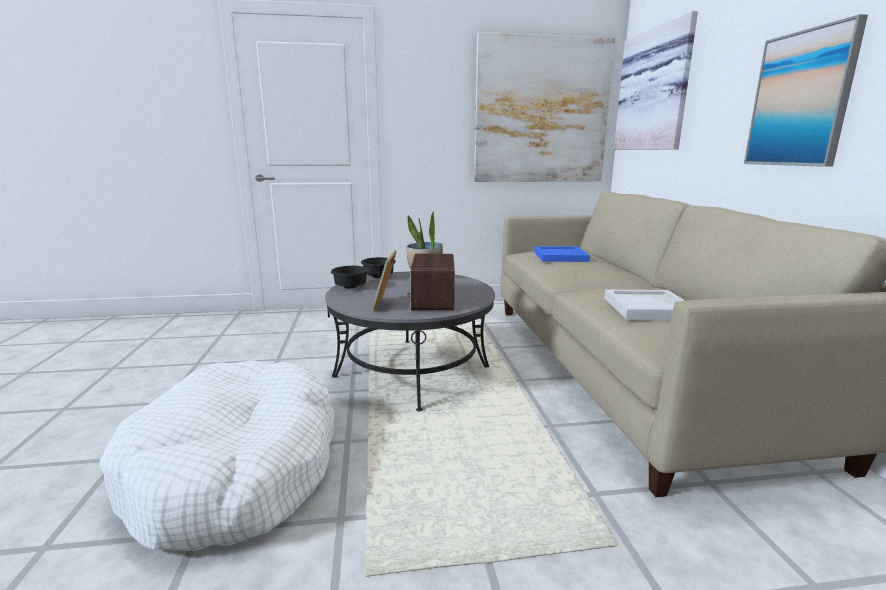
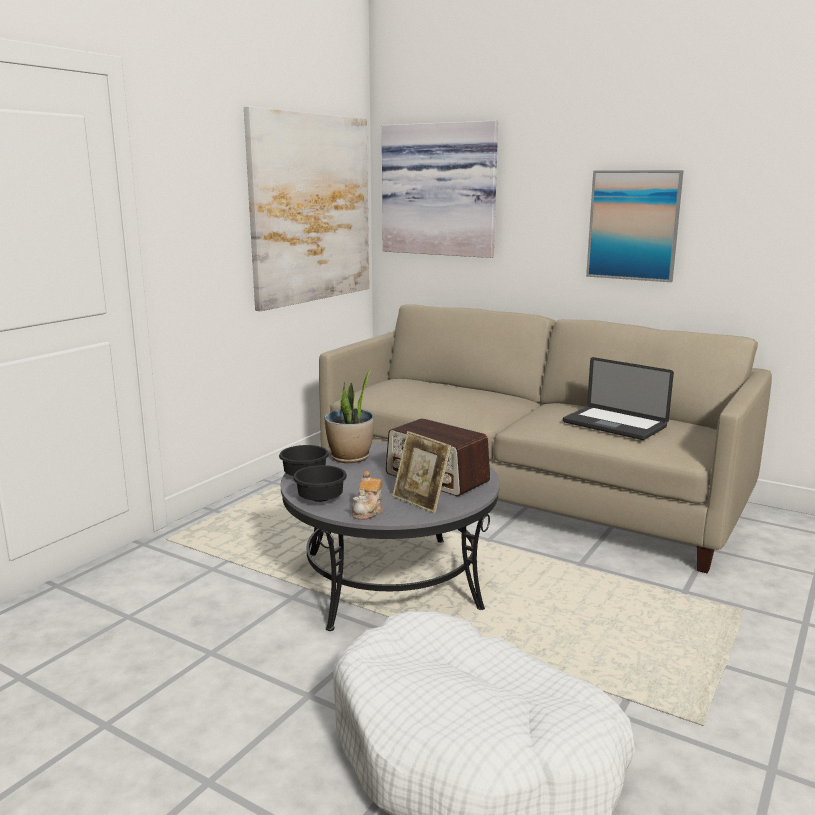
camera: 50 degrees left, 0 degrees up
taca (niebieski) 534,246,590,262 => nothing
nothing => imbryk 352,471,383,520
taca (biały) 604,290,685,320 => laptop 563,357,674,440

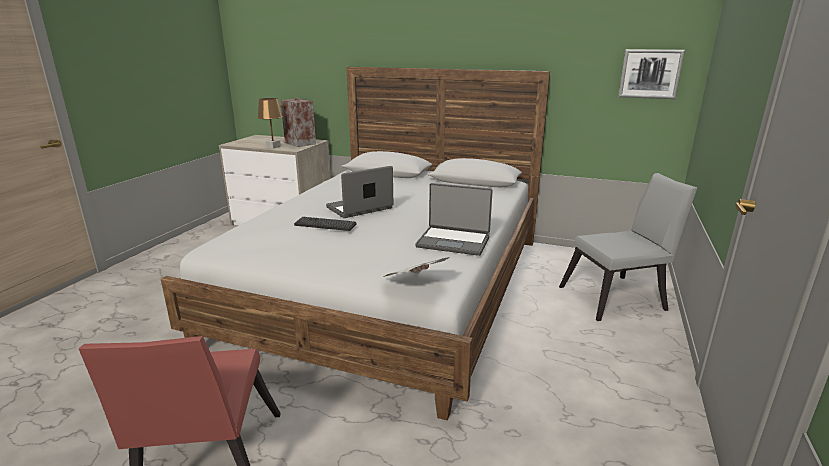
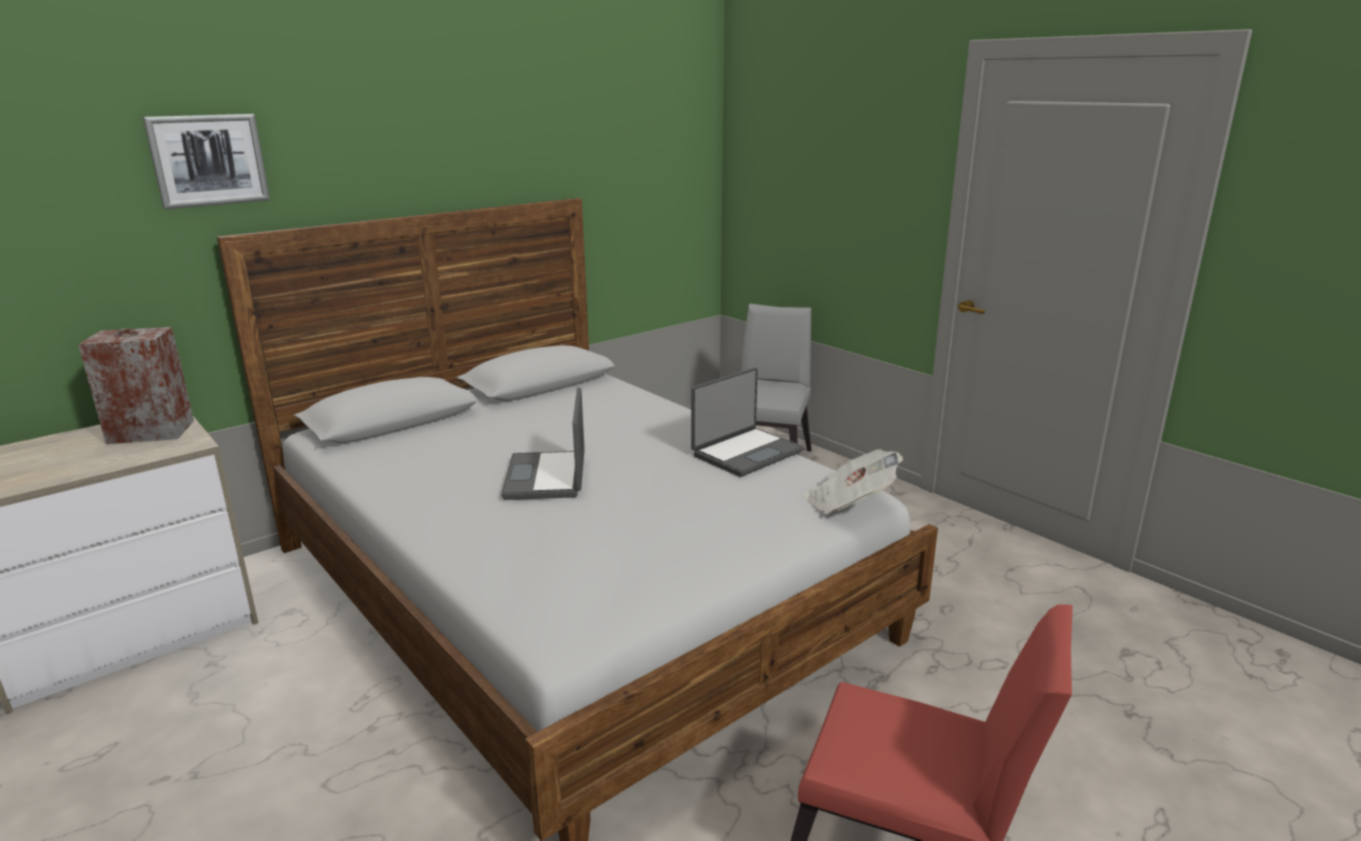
camera: 60 degrees left, 0 degrees up
lampa stołowa (brązowy) 258,98,283,148 => nothing
klawiatura 294,217,357,231 => nothing
obraz 618,49,685,99 => obraz 143,114,270,209, shifted

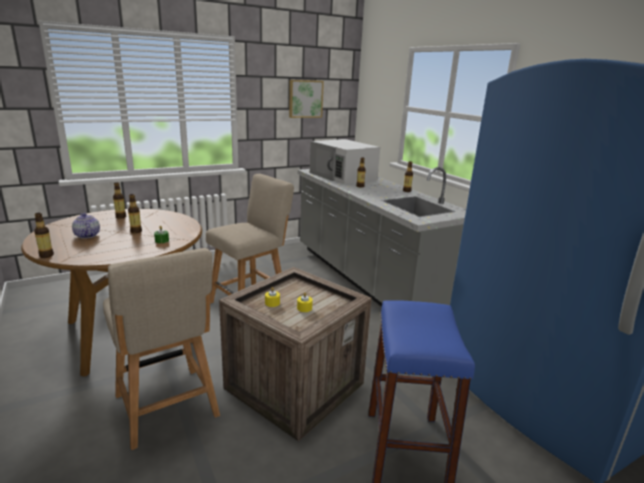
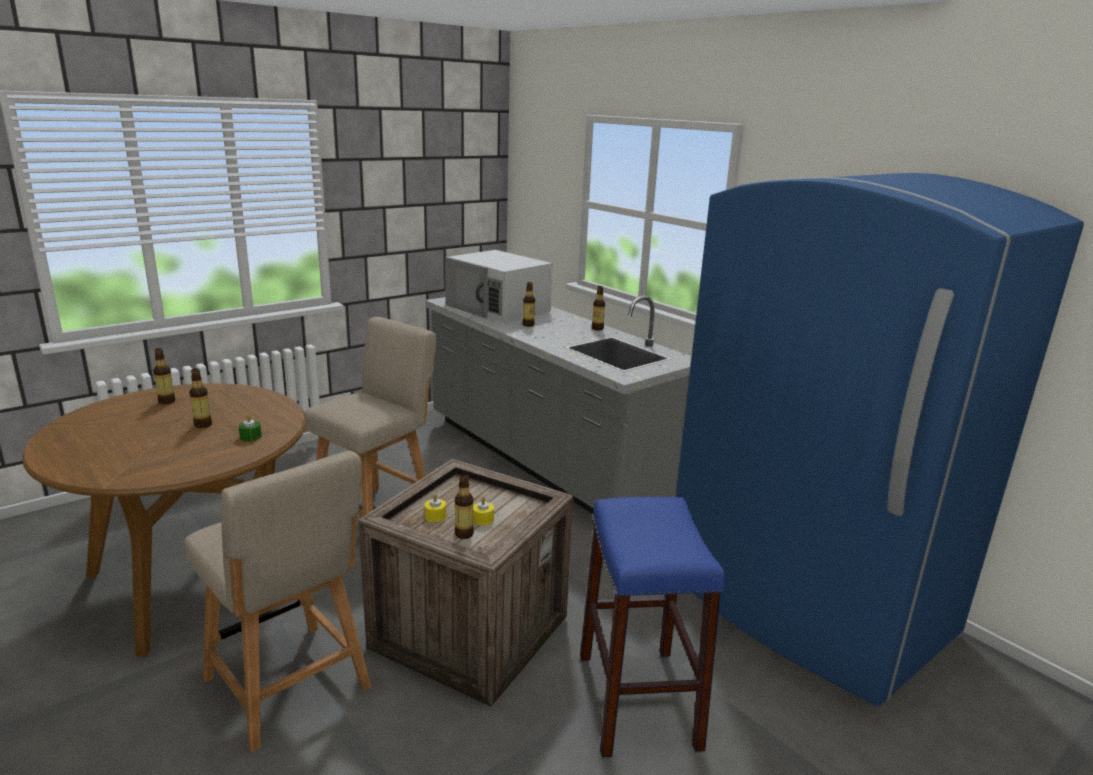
camera: 10 degrees left, 0 degrees up
imbryk 72,213,100,239 => nothing
obraz 289,80,324,118 => nothing
butelka 34,213,54,258 => butelka 455,473,474,539, shifted

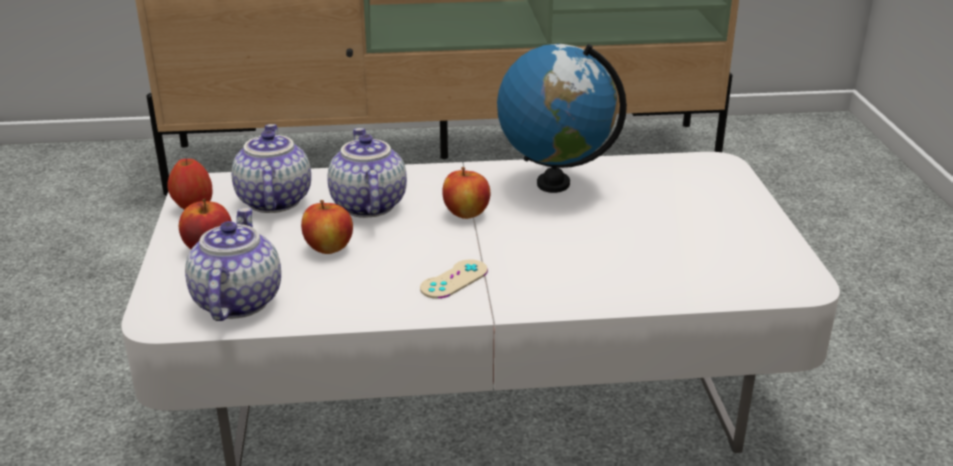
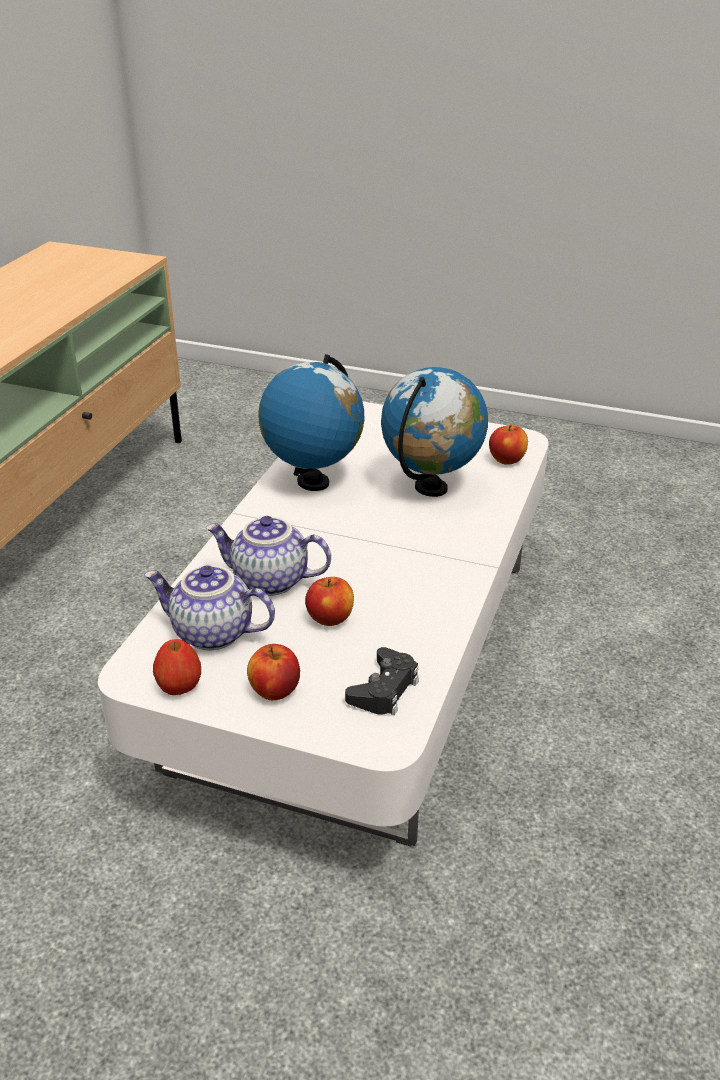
camera: 65 degrees left, 5 degrees up
pad do gier (beżowy) 420,259,488,299 => nothing
nothing => globus 381,367,488,497
jabłko 442,167,490,219 => jabłko 489,424,528,465, shifted
imbryk 185,208,281,321 => pad do gier (czarny) 345,647,419,715

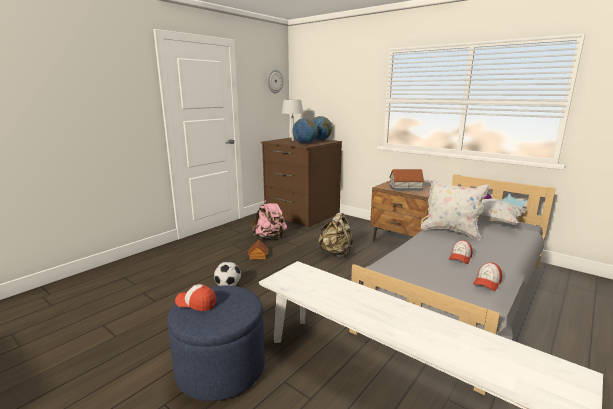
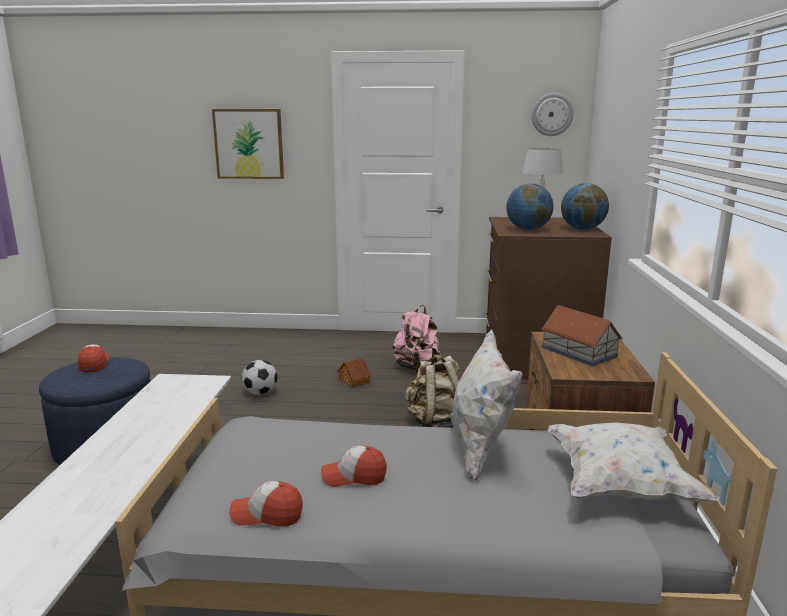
camera: 55 degrees right, 0 degrees up
nothing => obraz 212,109,284,179

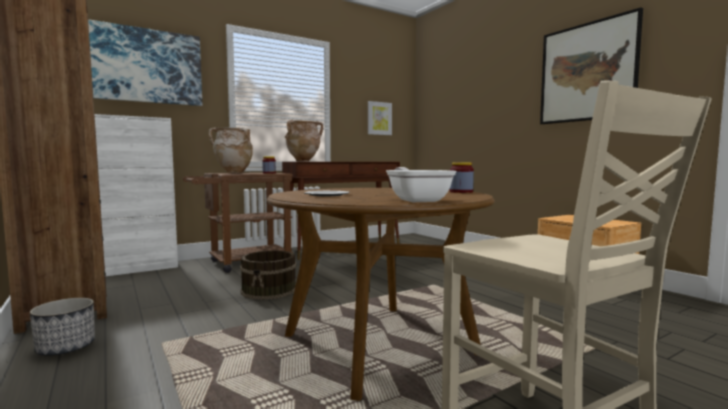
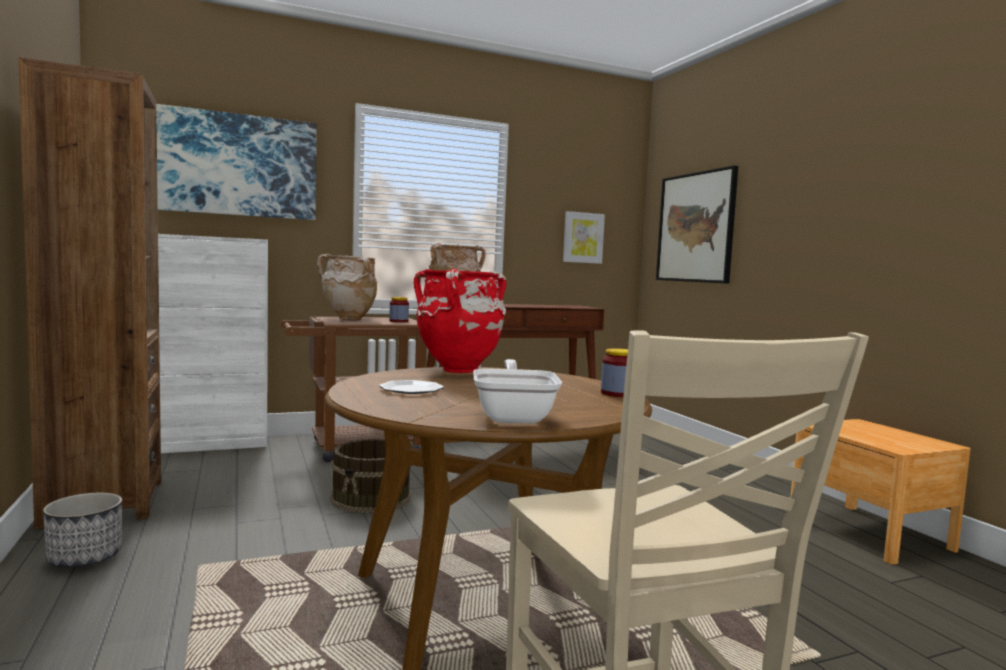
camera: 10 degrees right, 0 degrees up
nothing => wazon (czerwony) 414,268,506,373
obraz 540,7,643,124 => obraz 656,165,738,284, shifted

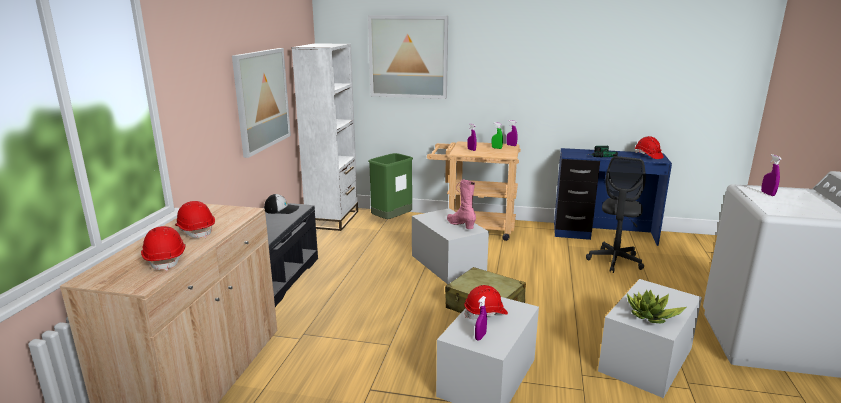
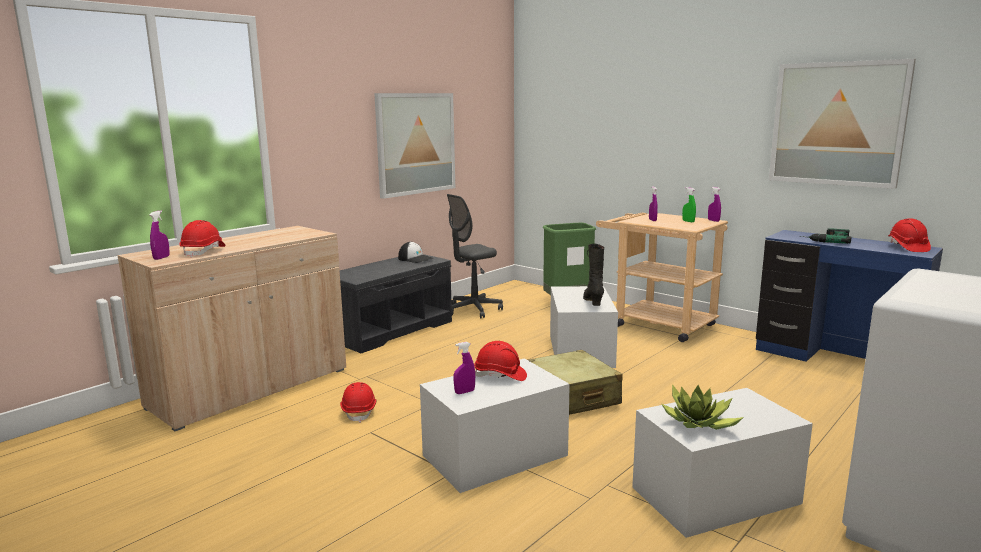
camera: 30 degrees right, 5 degrees down
regał (biały) 292,43,358,231 => nothing
kask (czerwony) 175,201,215,238 => kask (czerwony) 340,382,377,423, shifted
obraz 368,15,448,99 => obraz 769,59,916,189, shifted
krzesło biurowe (szary) 586,156,646,273 => krzesło biurowe (szary) 447,194,503,318, shifted
spryskiwacz (fioletowy) 761,154,781,196 => spryskiwacz (fioletowy) 150,211,170,260, shifted
but z cholewką (różowy) 447,180,476,229 => but z cholewką (czarny) 583,243,604,306

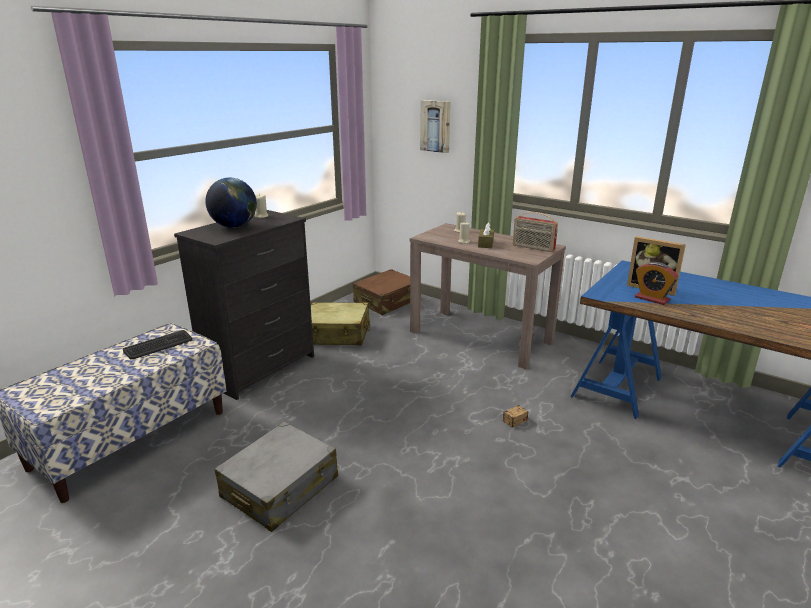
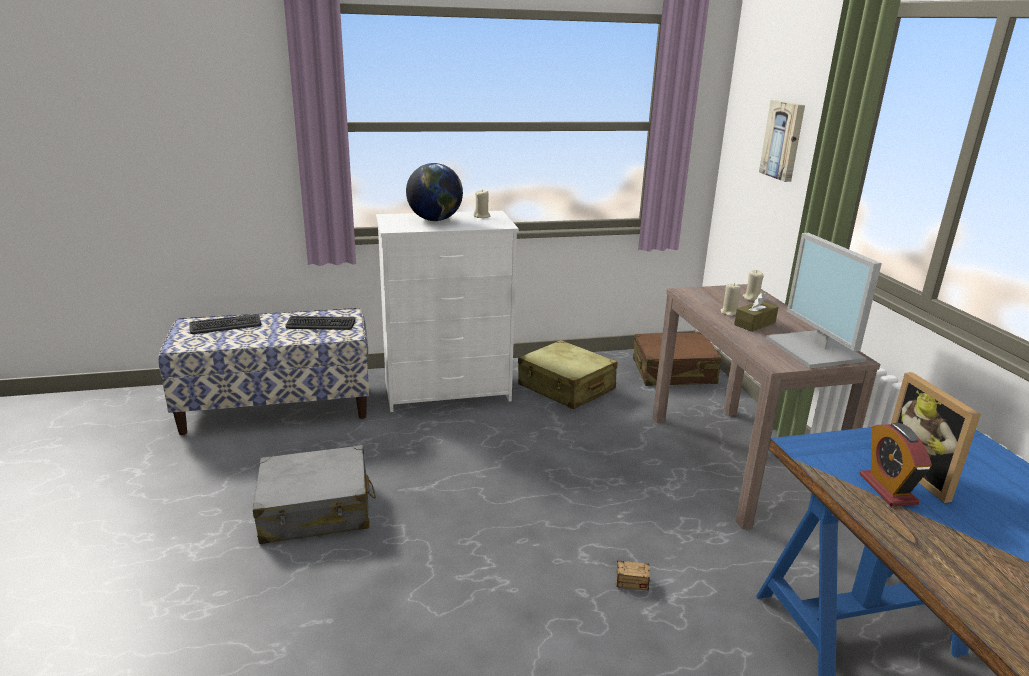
camera: 40 degrees right, 0 degrees up
nothing => klawiatura 189,314,261,334
radio 513,212,558,252 => monitor 766,233,882,368
komoda (czarny) 174,210,314,400 => komoda (biały) 376,211,519,412

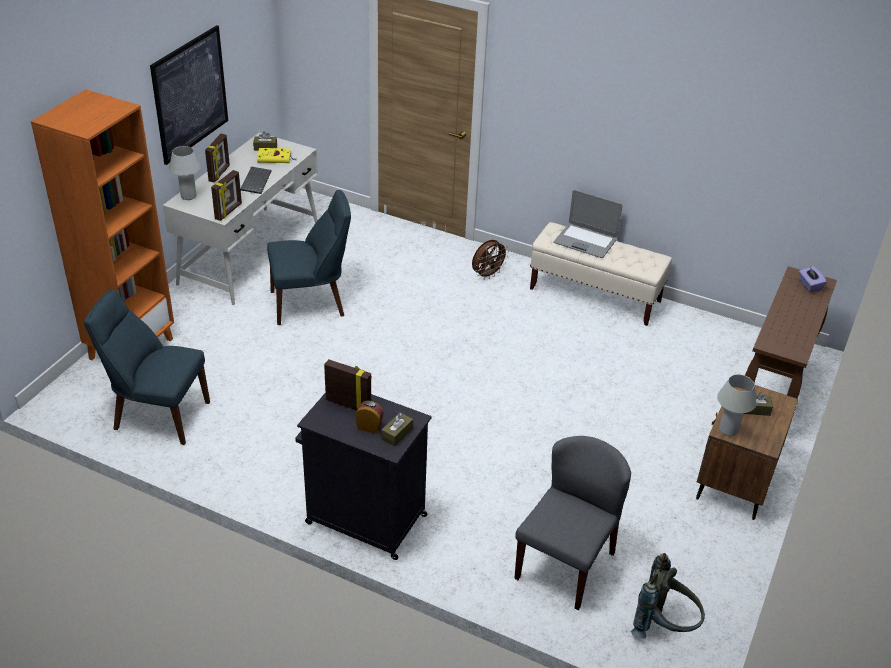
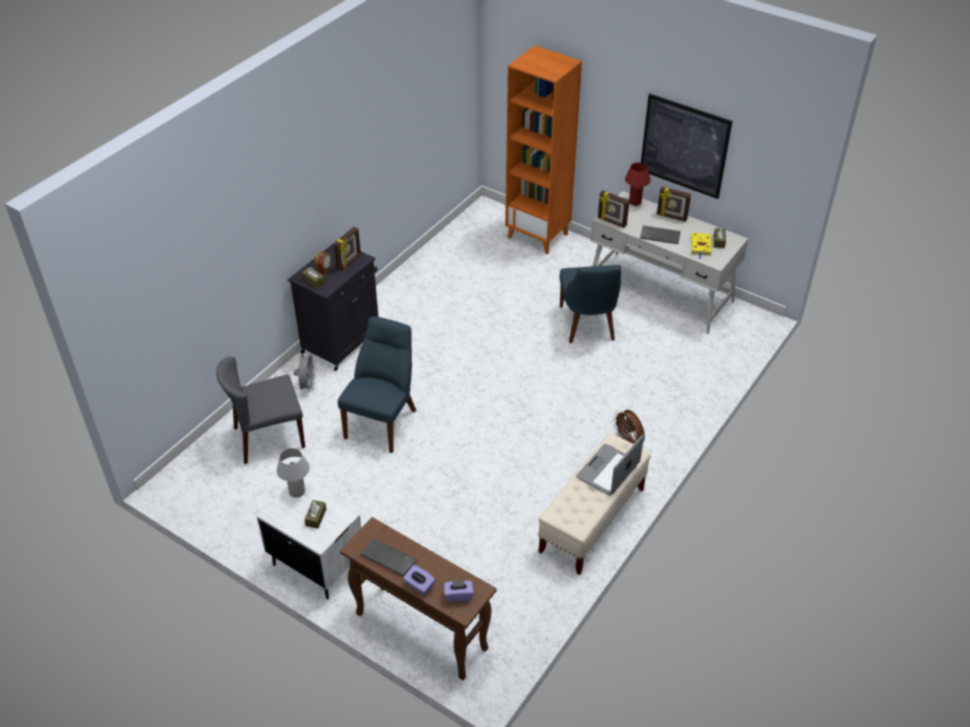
camera: 100 degrees right, 5 degrees up
plecak (szary) 631,553,705,639 => nothing
nothing => wentylator (szary) 294,353,316,392
nothing => klawiatura 360,539,417,576
nothing => pudełko chusteczek (fioletowy) 403,565,435,595
krzesło (niebieski) 84,289,210,445 => krzesło (niebieski) 338,316,416,453, shifted
lampa stołowa (biały) 169,146,201,200 => lampa stołowa (czerwony) 625,162,651,206
szafka nocna (brązowy) 696,385,799,520 => szafka nocna (biały) 257,483,361,600
krzesło (szary) 514,436,631,610 => krzesło (szary) 216,356,305,464, 120 degrees clockwise

